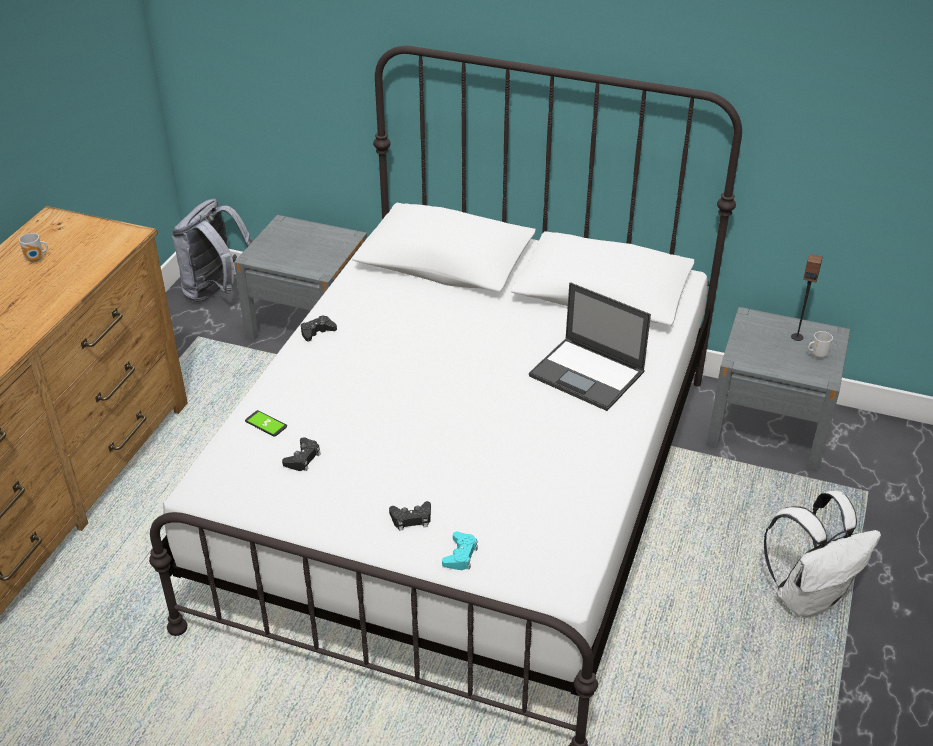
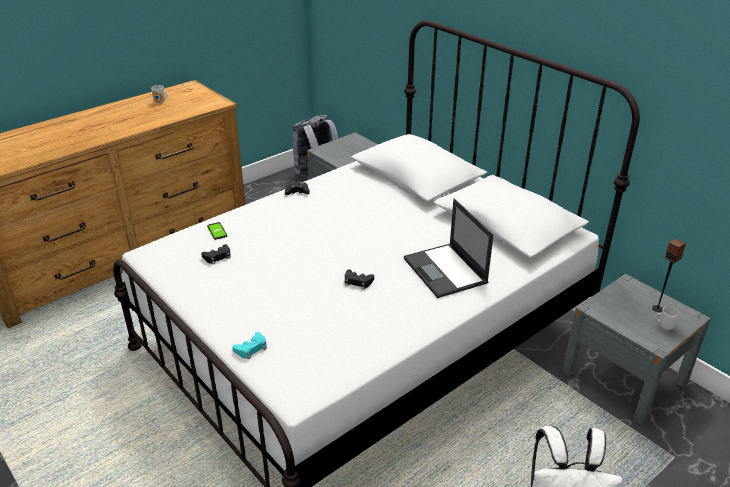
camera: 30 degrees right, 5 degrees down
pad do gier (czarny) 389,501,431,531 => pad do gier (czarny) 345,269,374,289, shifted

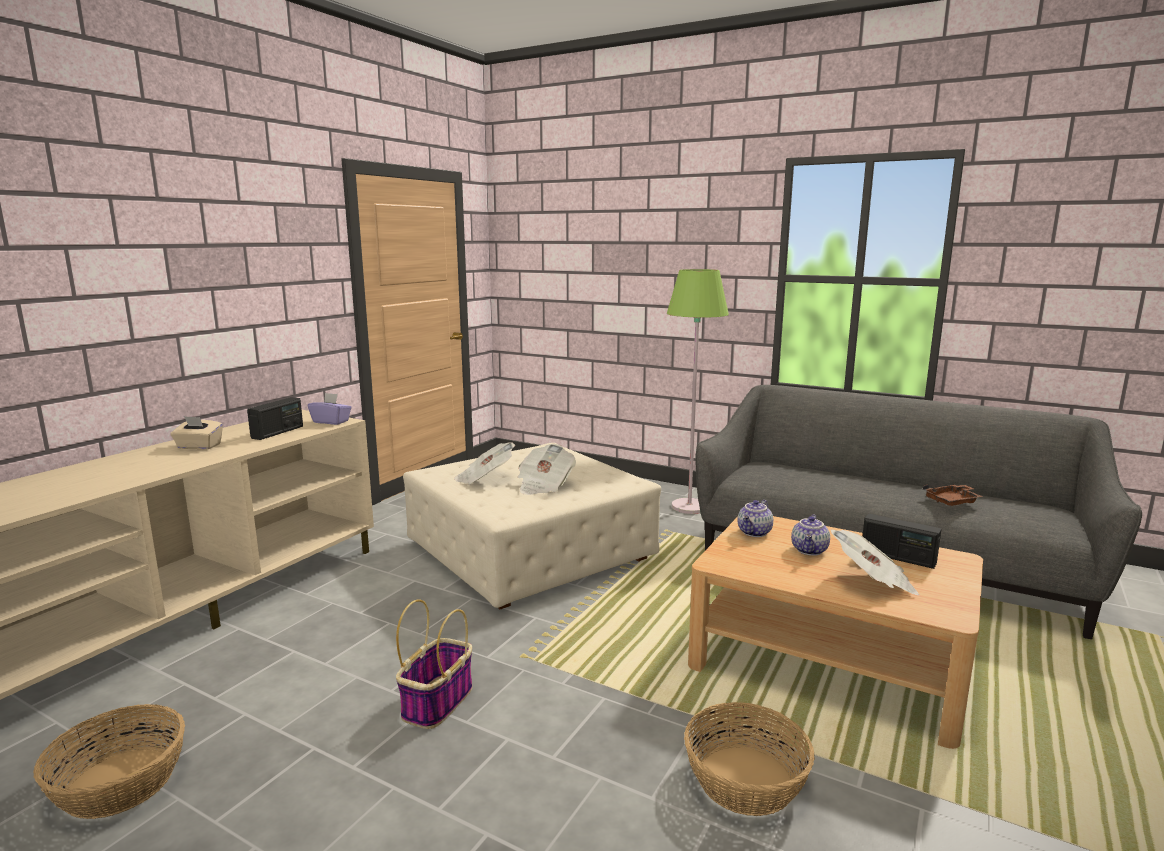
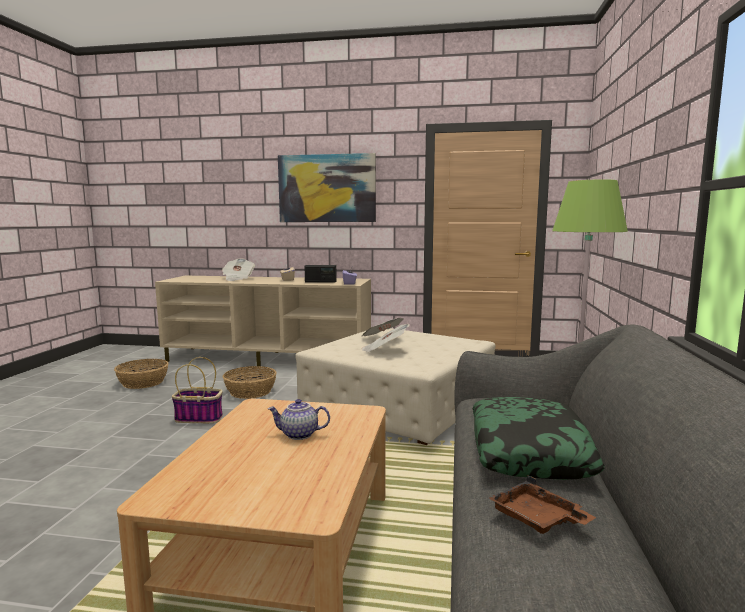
camera: 70 degrees right, 5 degrees down
imbryk 737,500,773,537 => nothing
radio 862,513,942,569 => nothing
nothing => obraz 278,153,376,222
nothing => poduszka 472,397,605,480
koszyk 684,702,815,816 => koszyk 223,366,277,399, shifted
gazeta 830,529,920,596 => gazeta 222,258,255,281, shifted

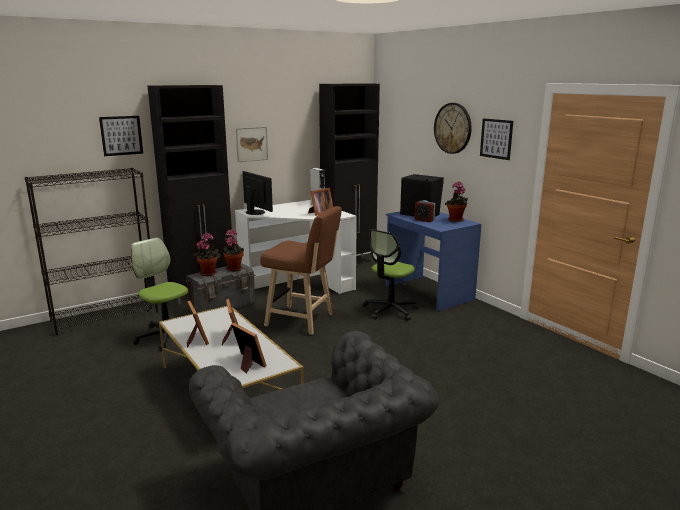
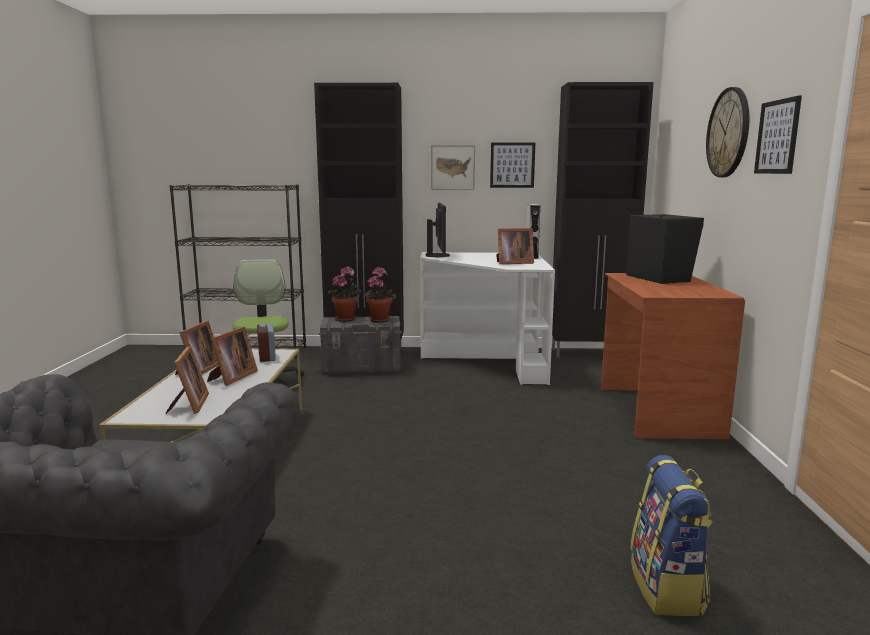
camera: 35 degrees right, 5 degrees down
stołek (brązowy) 260,206,342,335 => nothing
krzesło biurowe 363,229,417,321 => nothing
roślina doniczkowa 445,181,468,222 => nothing
nothing => plecak 630,455,713,616
obraz 99,116,143,156 => obraz 490,143,535,188, shifted
budzik 415,200,435,222 => budzik 257,323,276,362, shifted
biurko (niebieski) 385,212,481,311 => biurko (brązowy) 601,273,745,439

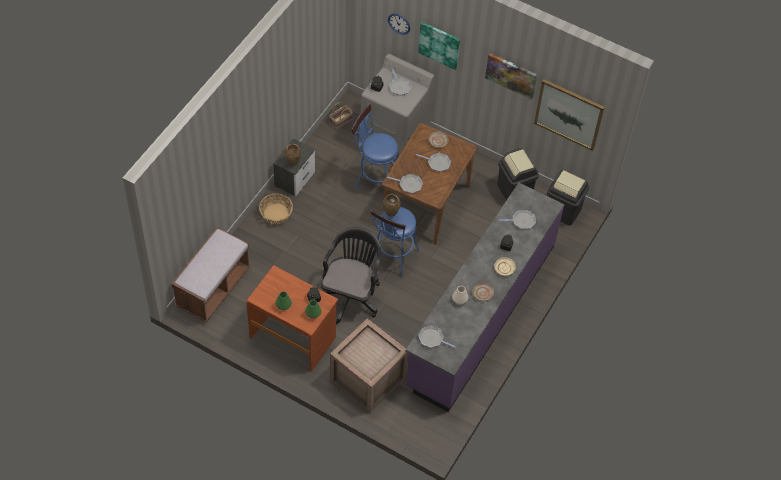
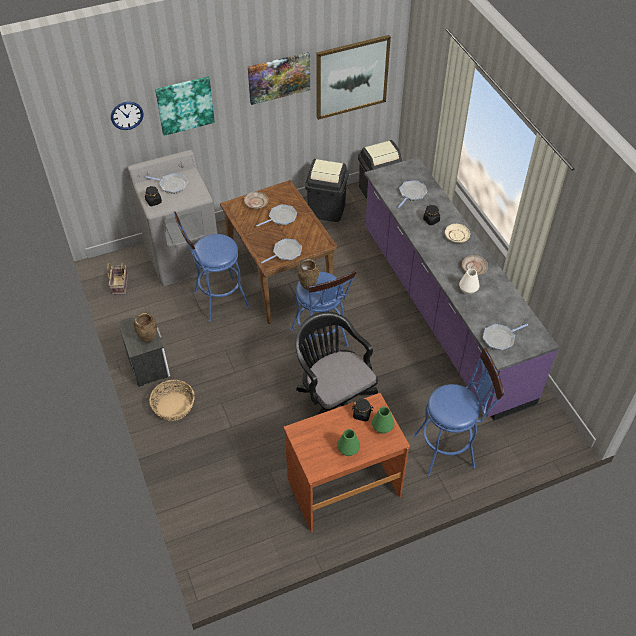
camera: 50 degrees left, 5 degrees down
ławka (brązowy) 172,227,251,322 => nothing
skrzynka 330,318,408,413 => stołek (niebieski) 414,348,505,477

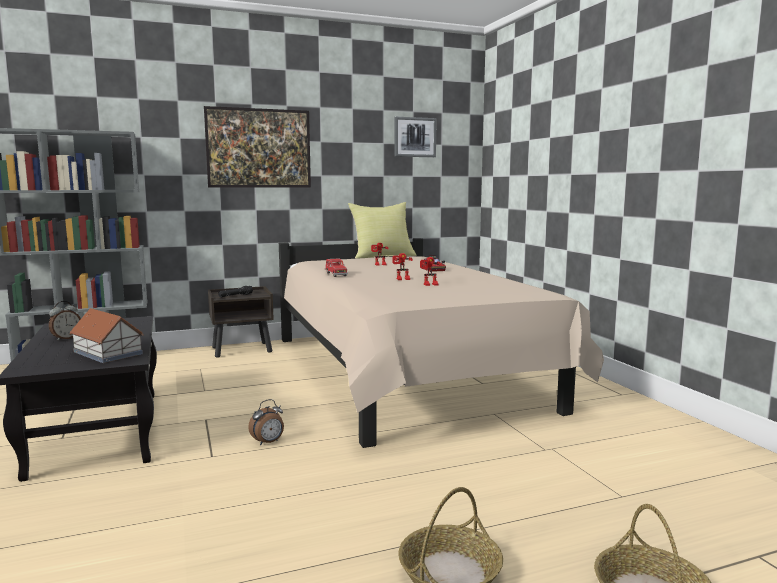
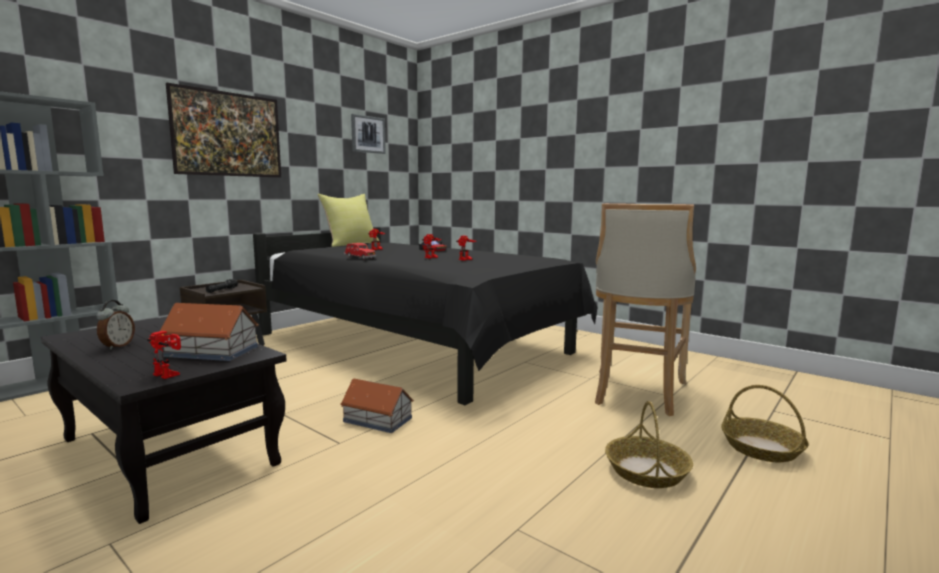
camera: 30 degrees left, 0 degrees up
nothing => robot zabawkowy 147,331,181,379
nothing => stołek (beżowy) 595,203,696,416
budzik 248,399,284,445 => domek 340,379,414,433
łóżko (beżowy) 279,238,604,448 => łóżko (czarny) 253,227,598,405

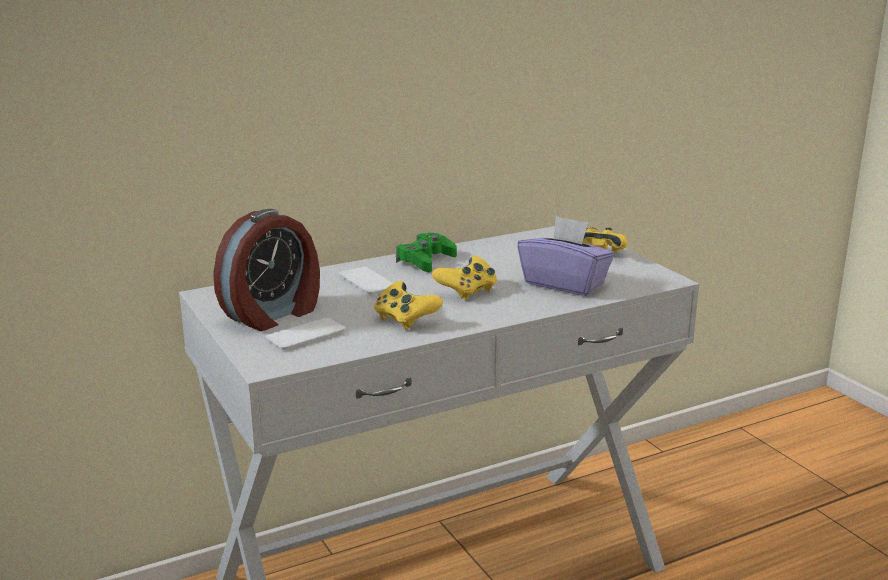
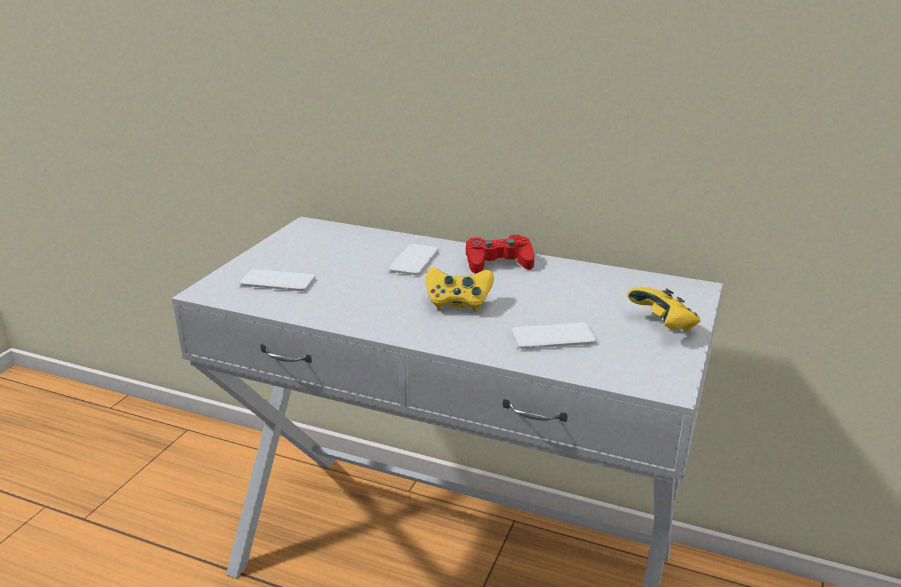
camera: 50 degrees right, 5 degrees up
budzik 213,209,320,331 => nothing
pad do gier (żółty) 374,281,443,330 => nothing
pudełko chusteczek (fioletowy) 517,216,615,296 => telefon 512,323,597,349
pad do gier (zielony) 396,233,457,272 => pad do gier (czerwony) 466,235,535,274

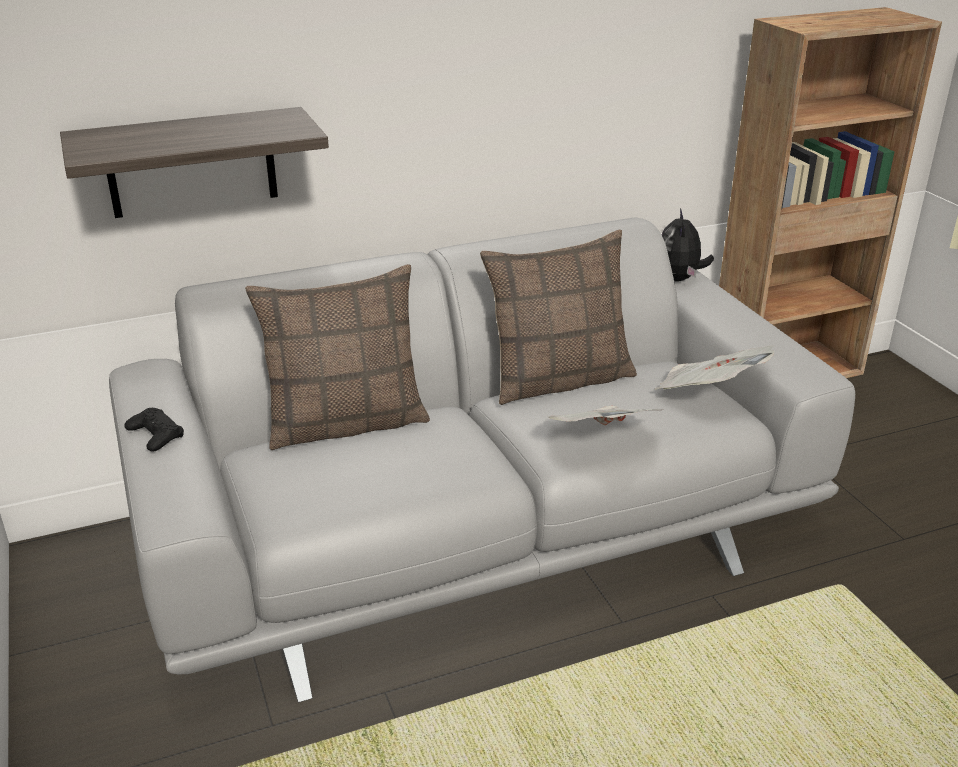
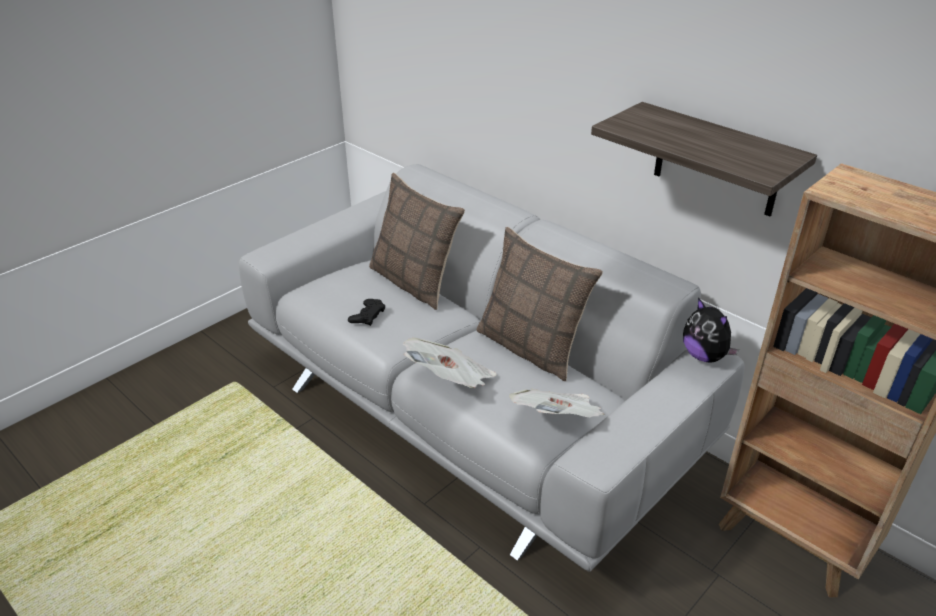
camera: 65 degrees right, 5 degrees up
półka 60,107,329,218 => półka 591,102,817,216, shifted
pad do gier (czarny) 124,408,184,452 => pad do gier (czarny) 348,299,385,326, shifted
pluszak 662,208,714,282 => pluszak 683,298,739,363, 105 degrees counterclockwise

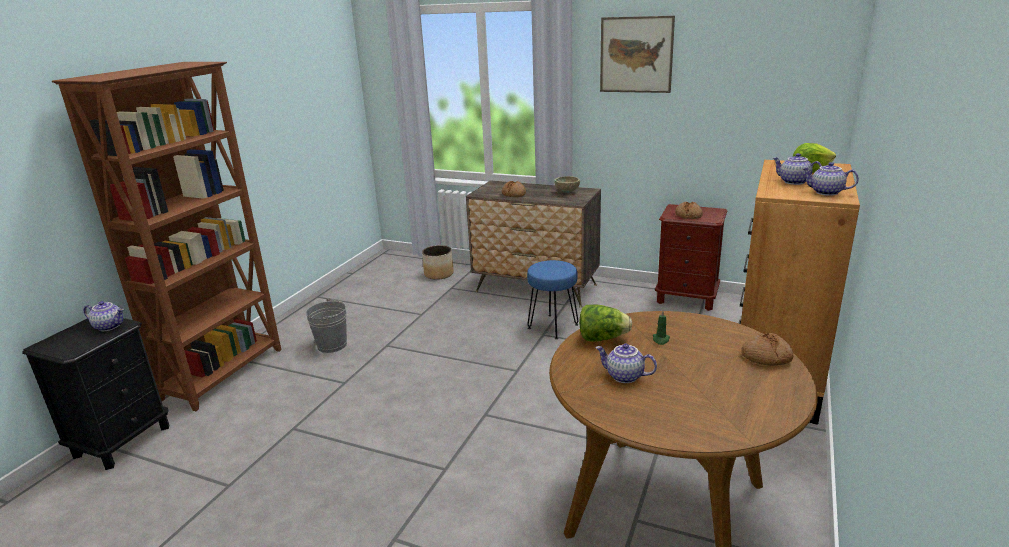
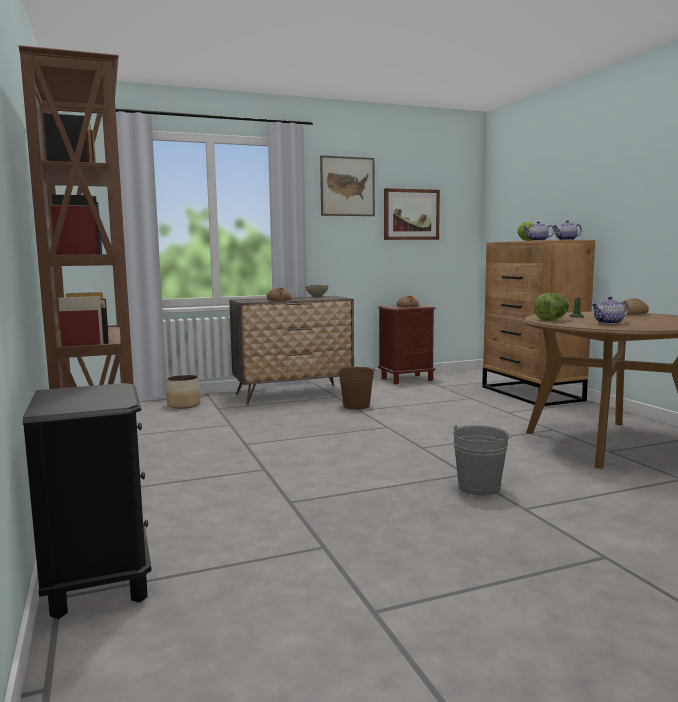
camera: 45 degrees left, 15 degrees down
imbryk 83,301,124,331 => nothing
nothing => obraz 384,188,440,240
wiadro (szary) 306,298,347,353 => wiadro (szary) 453,425,512,496, shifted
stołek (niebieski) 527,260,578,339 => wiadro (brązowy) 336,367,375,410

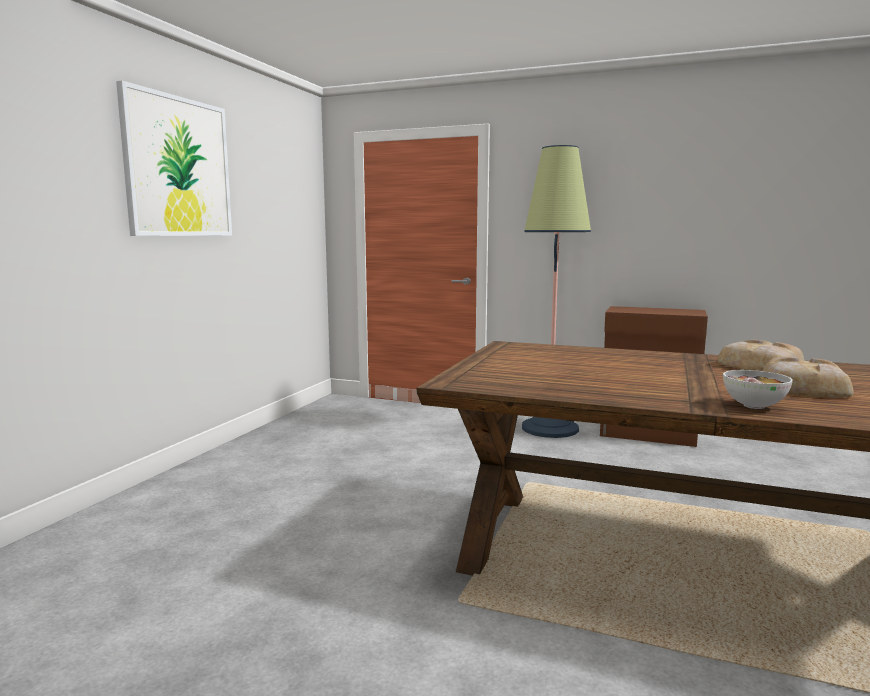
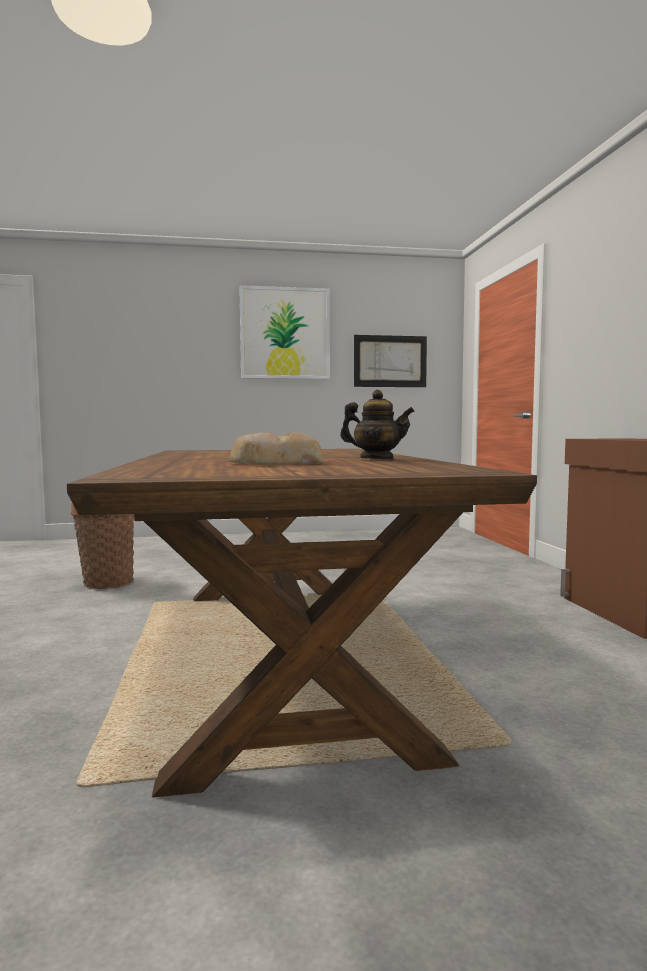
camera: 60 degrees right, 5 degrees down
lampa stojąca 522,145,591,438 => nothing
miska 723,370,793,409 => nothing
nothing => koszyk 71,502,134,589
nothing => obraz 354,335,427,387
chleb 717,340,804,371 => imbryk 340,390,415,459

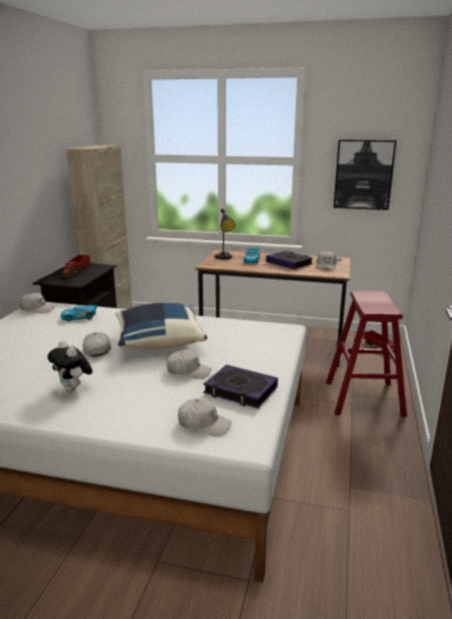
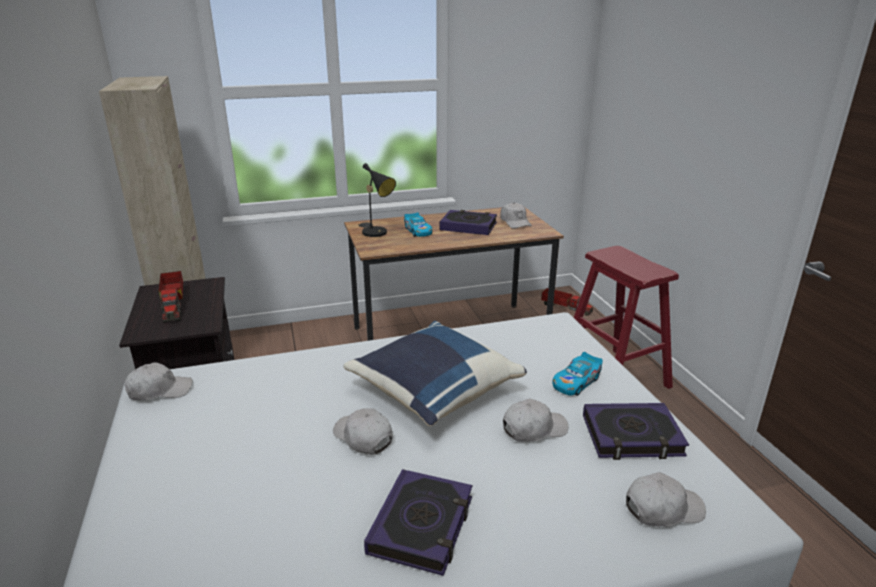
camera: 30 degrees left, 5 degrees up
obraz 334,140,396,210 => nothing
samochodzik 61,303,97,322 => samochodzik 553,352,603,396, shifted
pluszak 48,341,93,392 => książka 364,469,472,576

